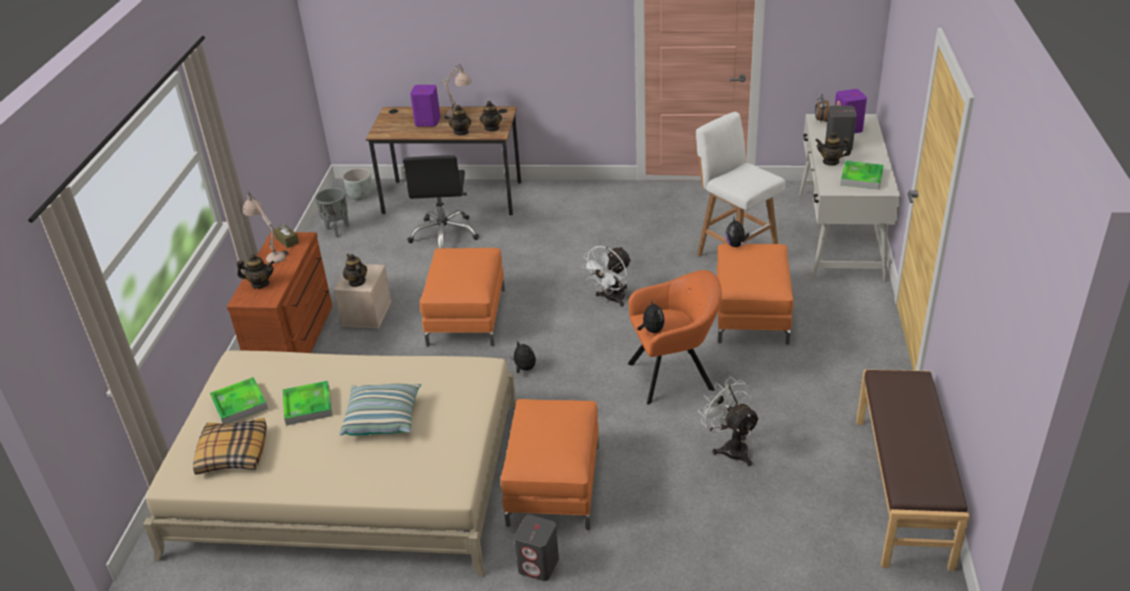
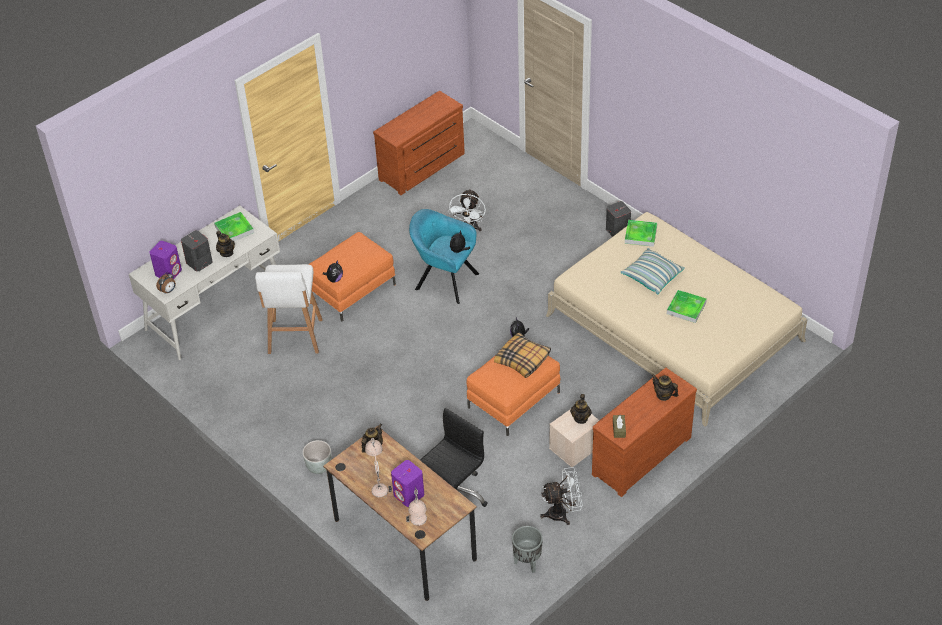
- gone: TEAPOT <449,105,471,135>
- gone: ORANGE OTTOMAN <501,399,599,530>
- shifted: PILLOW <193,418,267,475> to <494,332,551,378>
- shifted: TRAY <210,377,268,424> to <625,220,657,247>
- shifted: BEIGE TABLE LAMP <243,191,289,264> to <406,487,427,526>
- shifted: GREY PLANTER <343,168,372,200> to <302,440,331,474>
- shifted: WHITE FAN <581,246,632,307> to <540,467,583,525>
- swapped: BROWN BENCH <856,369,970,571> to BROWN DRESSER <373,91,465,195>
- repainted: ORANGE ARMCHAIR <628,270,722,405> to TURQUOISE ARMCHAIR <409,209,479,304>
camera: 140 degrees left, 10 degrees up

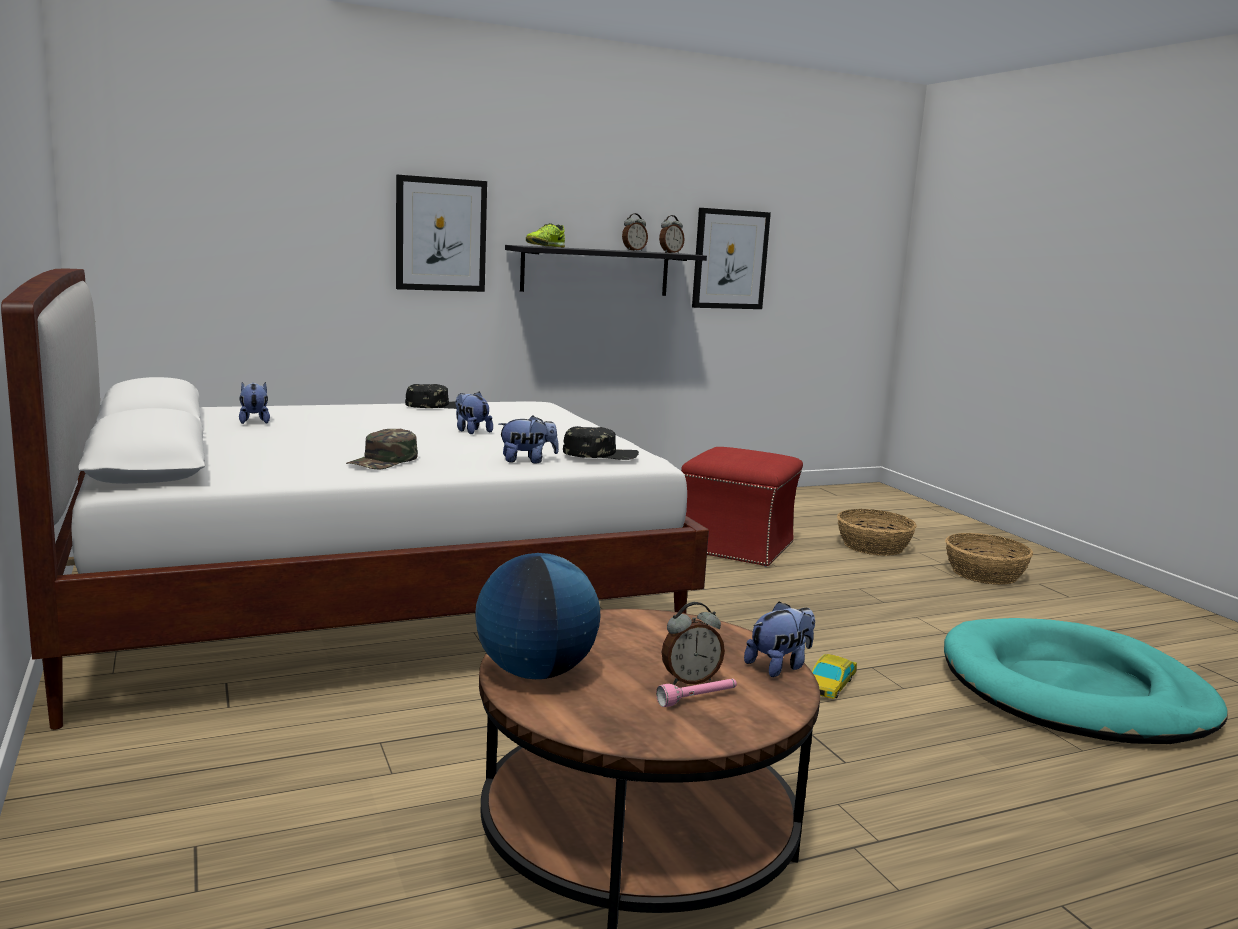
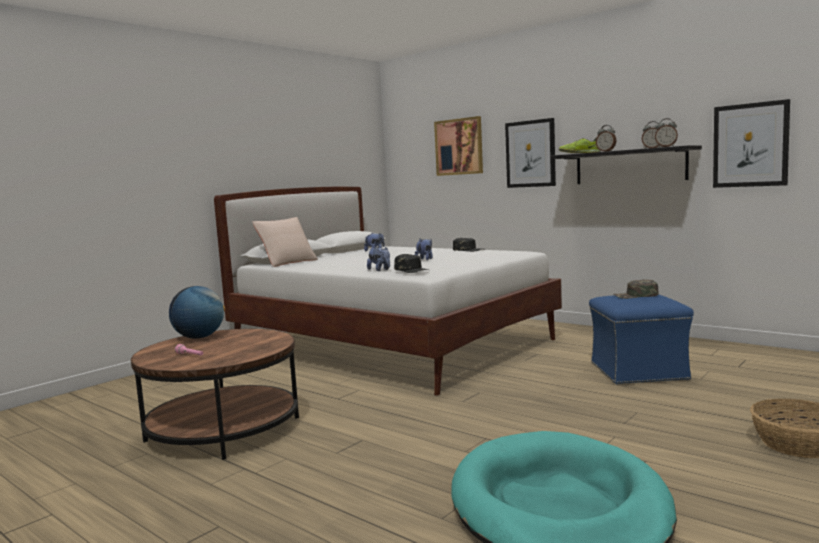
- gone: PLUSH TOY <744,601,815,677>
- gone: TOY CAR <812,654,857,699>
- gone: BASKET <837,509,917,556>
- new: BEIGE PILLOW <252,217,318,267>
- new: PICTURE <434,116,483,176>
- shifted: GREEN CAP <346,429,418,469> to <614,279,659,299>
- shifted: ALARM CLOCK <662,602,725,684> to <596,125,617,152>
- repainted: RED OTTOMAN <681,447,803,567> to BLUE OTTOMAN <589,294,694,385>
camera: 65 degrees right, 5 degrees down

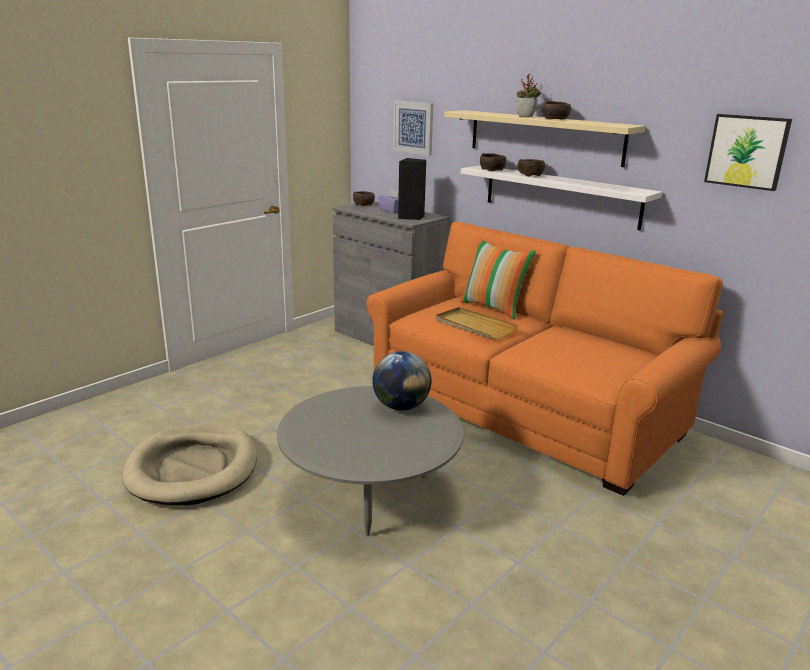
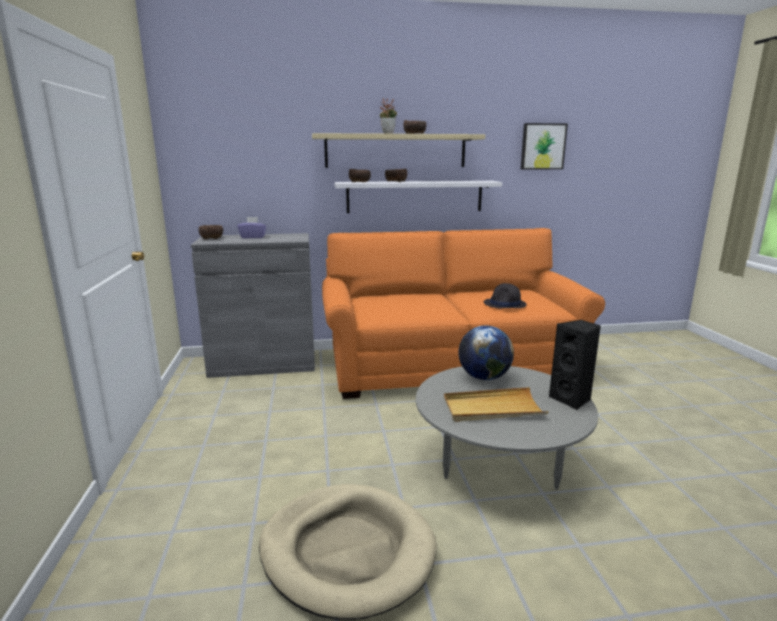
- gone: PICTURE <393,100,433,156>
- gone: PILLOW <460,237,536,320>
- new: BLACK HAT <484,283,527,308>
- shifted: BLACK SPEAKER <398,158,426,220> to <549,320,601,410>
- shifted: BEIGE TRAY <435,307,518,340> to <444,387,549,422>
camera: 50 degrees left, 5 degrees down

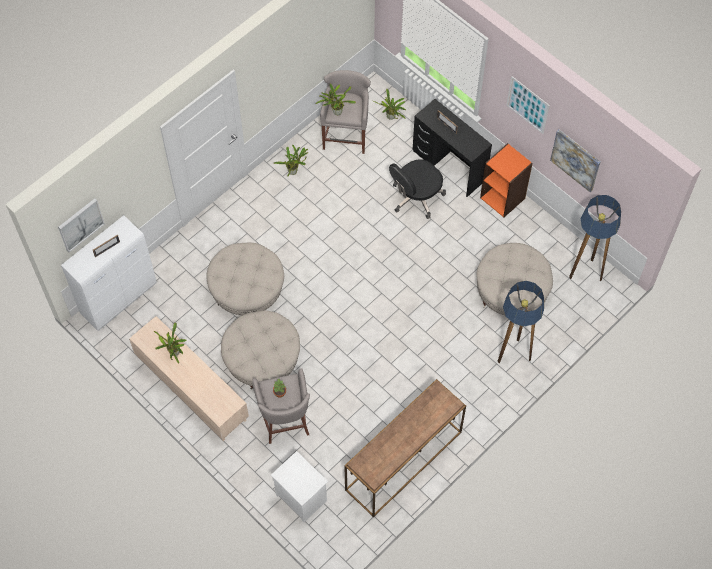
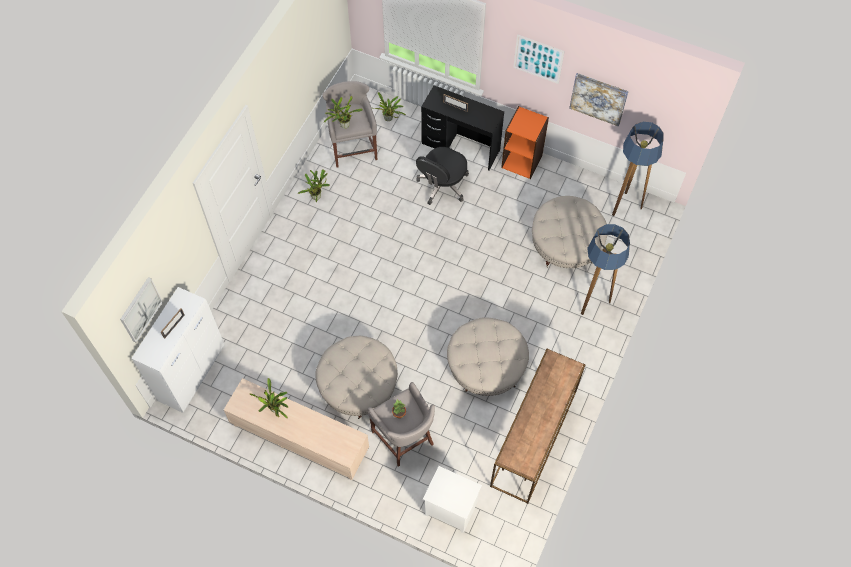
- shifted: BEIGE OTTOMAN <206,243,284,315> to <447,317,529,396>
camera: 20 degrees left, 0 degrees up

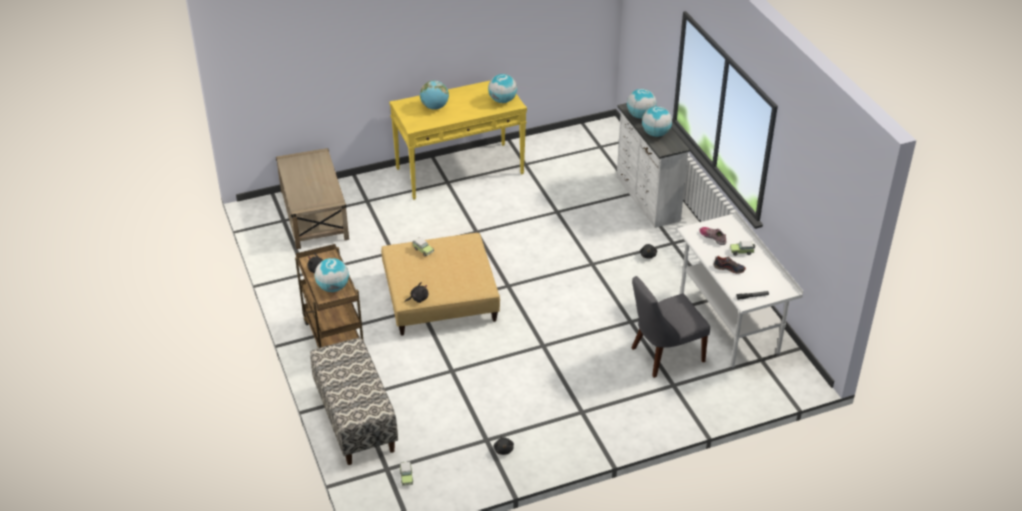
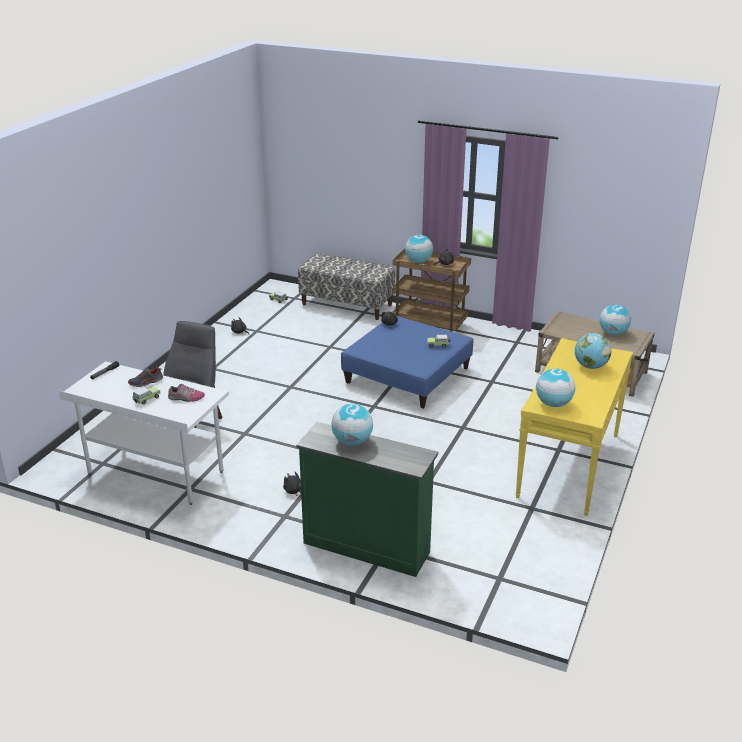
- shifted: GLOBE <627,89,657,119> to <599,304,631,335>
- repainted: BEIGE OTTOMAN <381,233,500,336> to BLUE OTTOMAN <341,316,473,409>
- repainted: WHITE DRESSER <617,103,690,228> to GREEN DRESSER <296,422,438,577>
camera: 135 degrees right, 10 degrees down

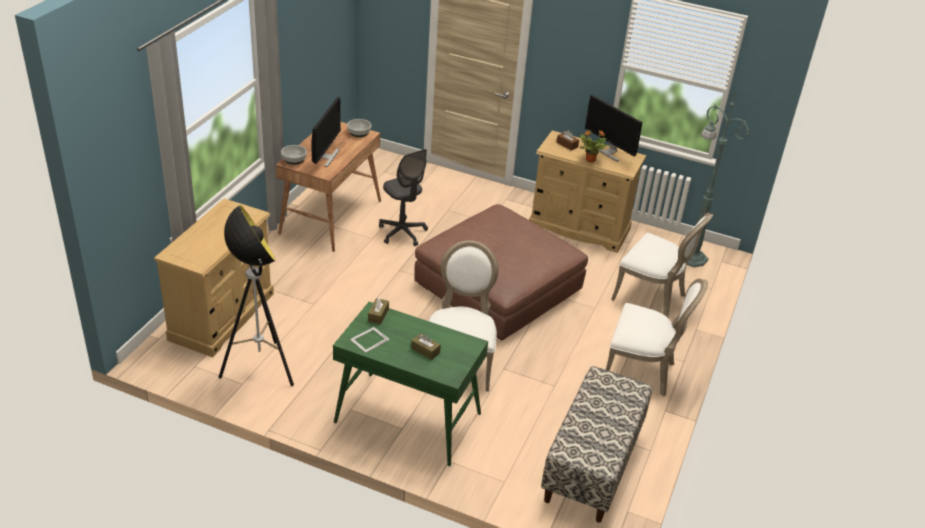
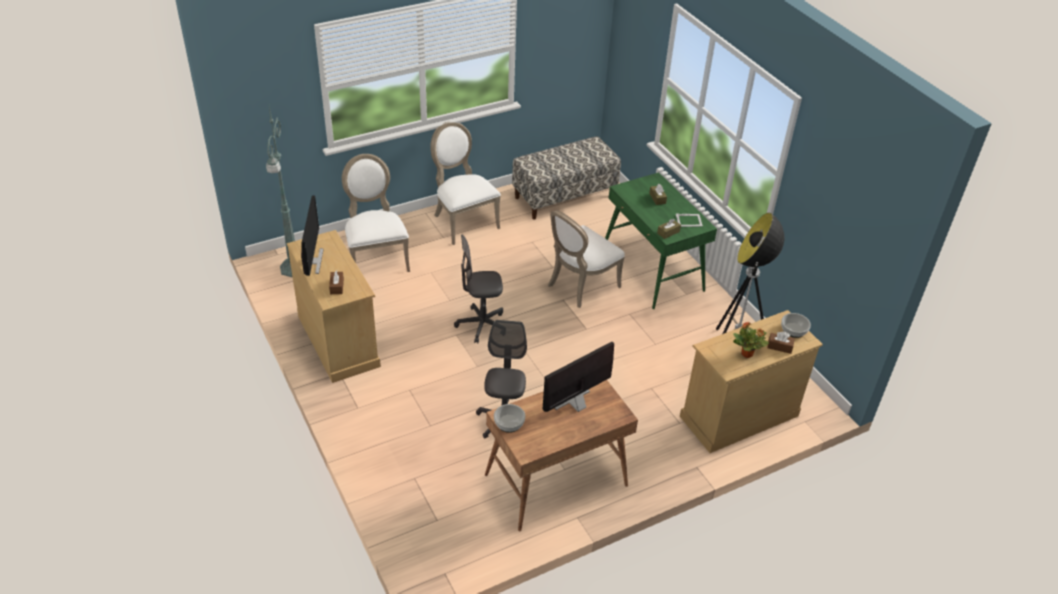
- new: BROWN TISSUE BOX <767,331,795,354>
- shifted: BOWL <281,145,307,164> to <781,313,811,338>
- shifted: POTTED PLANT <580,130,607,162> to <733,322,769,358>
- swapped: BROWN OTTOMAN <415,204,588,340> to GREY OFFICE CHAIR <454,235,503,343>
camera: 140 degrees left, 5 degrees up

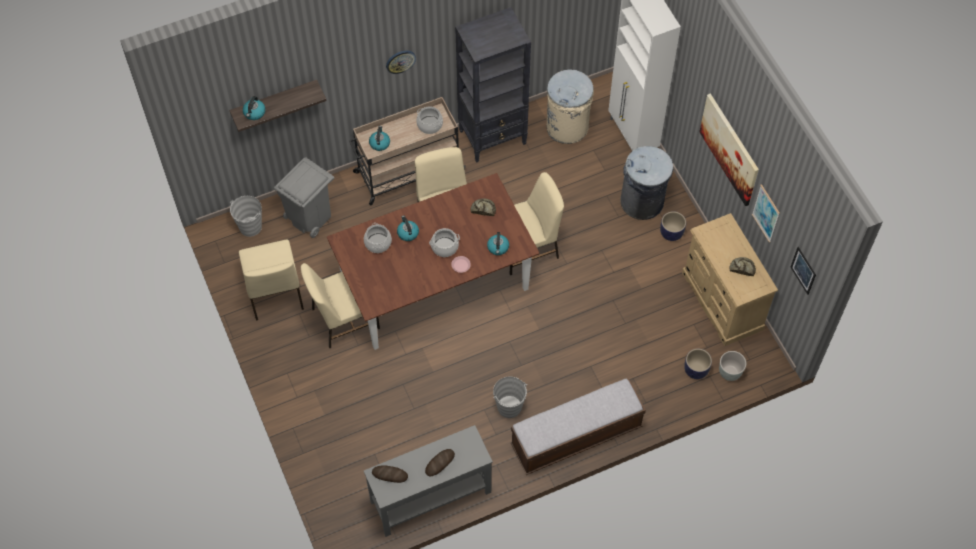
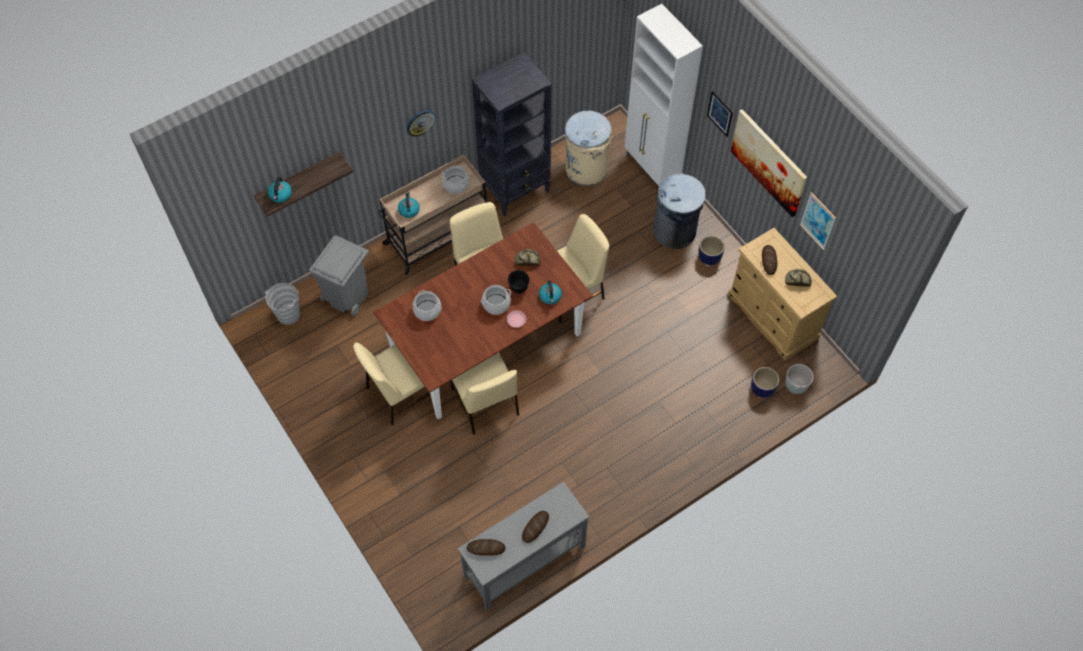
- gone: KETTLE <397,215,419,241>
- gone: GREY BUCKET <493,377,527,418>
- gone: BENCH <511,379,646,475>
- new: BLACK BOWL <508,270,530,293>
- new: BREAD <762,245,777,275>
- shifted: BEIGE CHAIR <239,240,304,321> to <450,352,519,435>
- shifted: PICTURE <791,247,816,295> to <707,91,733,137>
camera: 10 degrees left, 0 degrees up

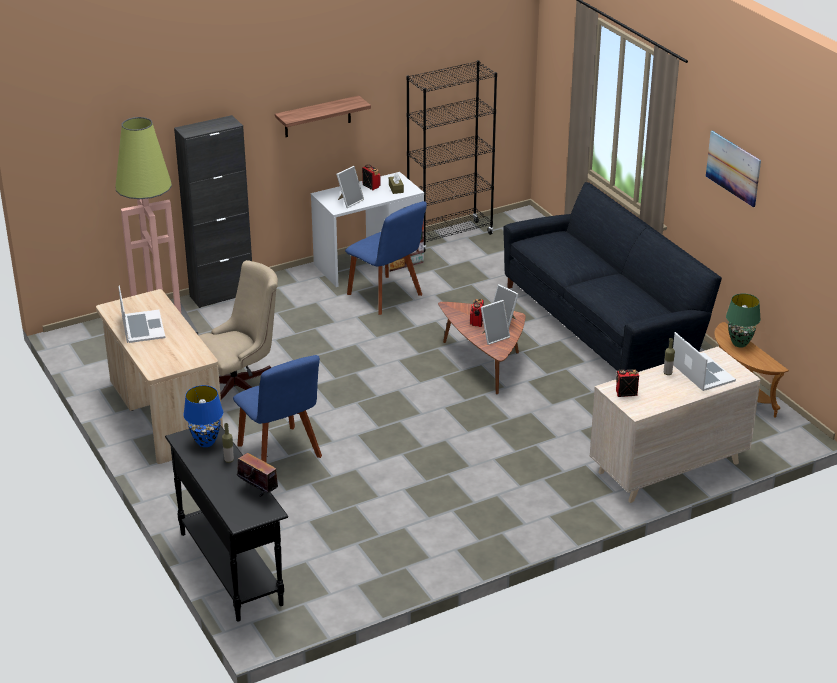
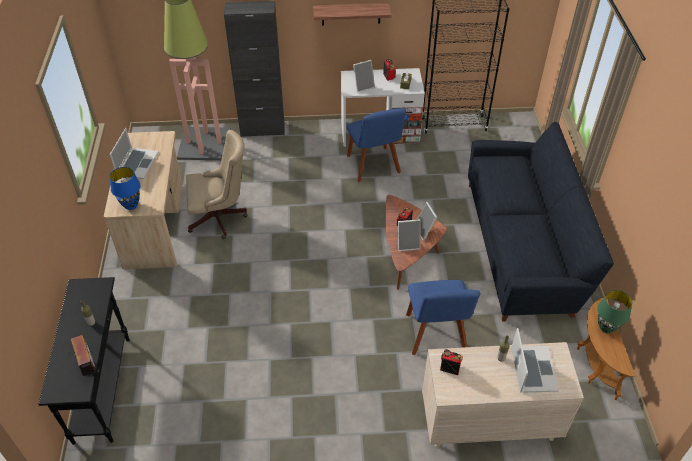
- gone: PICTURE <706,131,761,207>
- shifted: BLUE TABLE LAMP <183,385,223,447> to <110,167,140,210>
- shifted: BLUE CHAIR <233,355,322,462> to <406,280,480,355>
camera: 25 degrees right, 15 degrees up

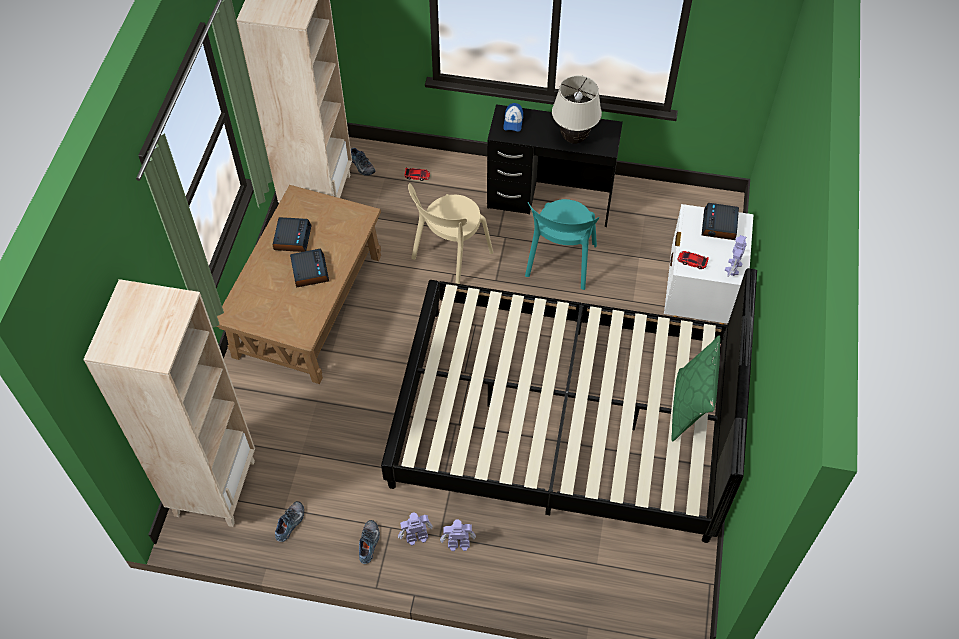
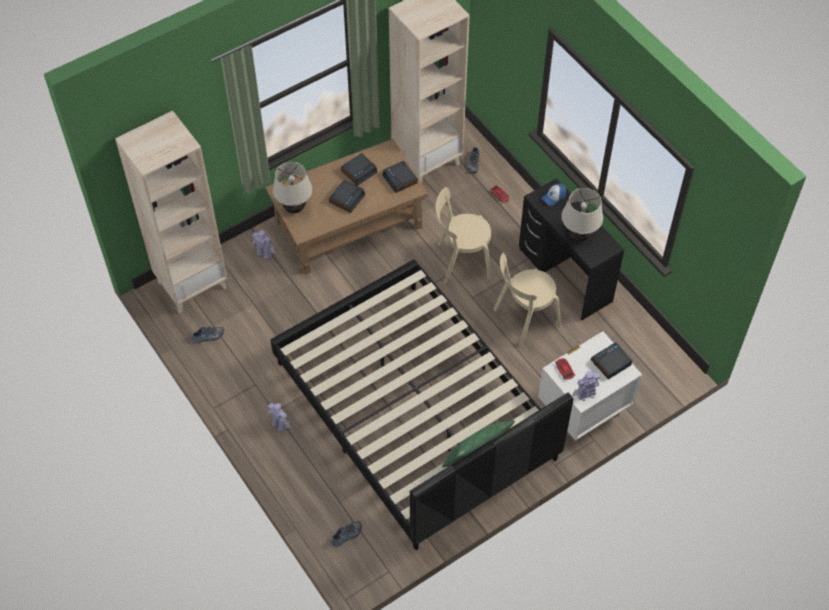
- new: BEIGE TABLE LAMP <272,162,312,214>
- new: ALARM CLOCK <382,161,418,193>
- shifted: SHOE <359,520,380,564> to <331,521,362,547>
- shifted: TOY ROBOT <398,512,433,546> to <252,230,276,259>
- repainted: TURQUOISE CHAIR <525,199,599,290> to BEIGE CHAIR <493,253,561,347>
camera: 45 degrees right, 0 degrees up

